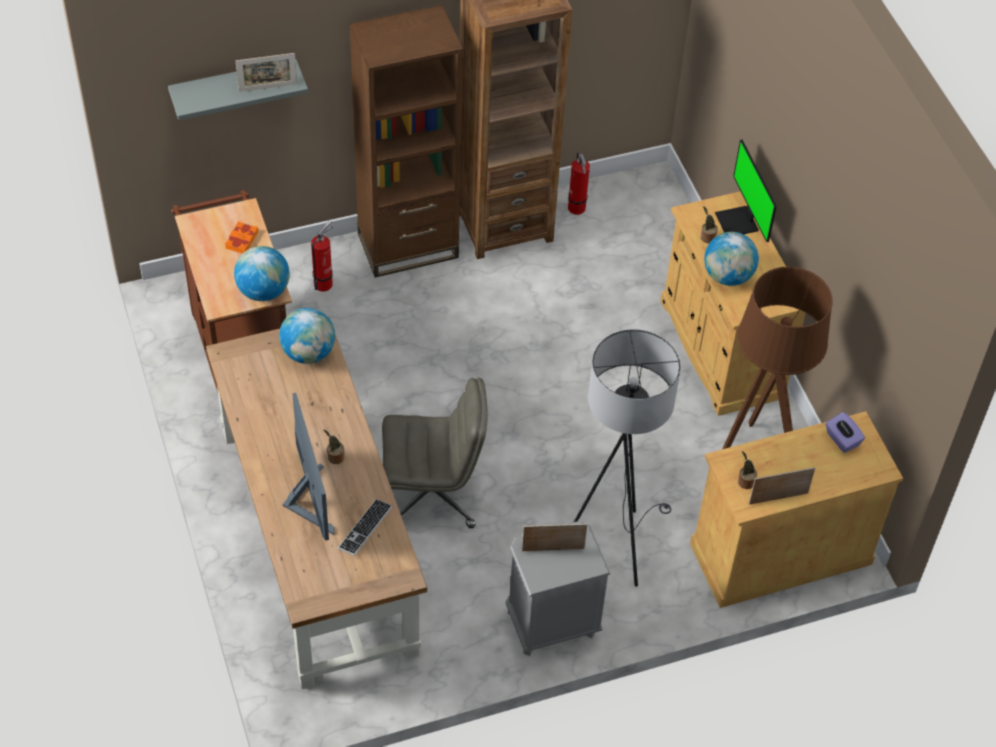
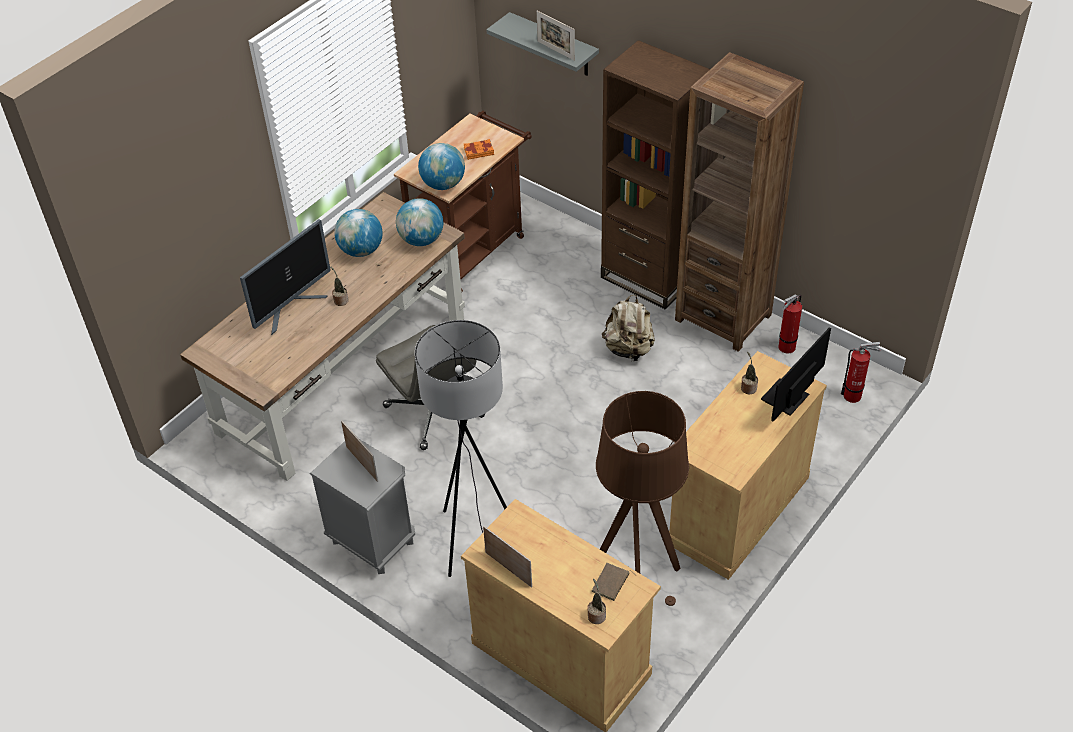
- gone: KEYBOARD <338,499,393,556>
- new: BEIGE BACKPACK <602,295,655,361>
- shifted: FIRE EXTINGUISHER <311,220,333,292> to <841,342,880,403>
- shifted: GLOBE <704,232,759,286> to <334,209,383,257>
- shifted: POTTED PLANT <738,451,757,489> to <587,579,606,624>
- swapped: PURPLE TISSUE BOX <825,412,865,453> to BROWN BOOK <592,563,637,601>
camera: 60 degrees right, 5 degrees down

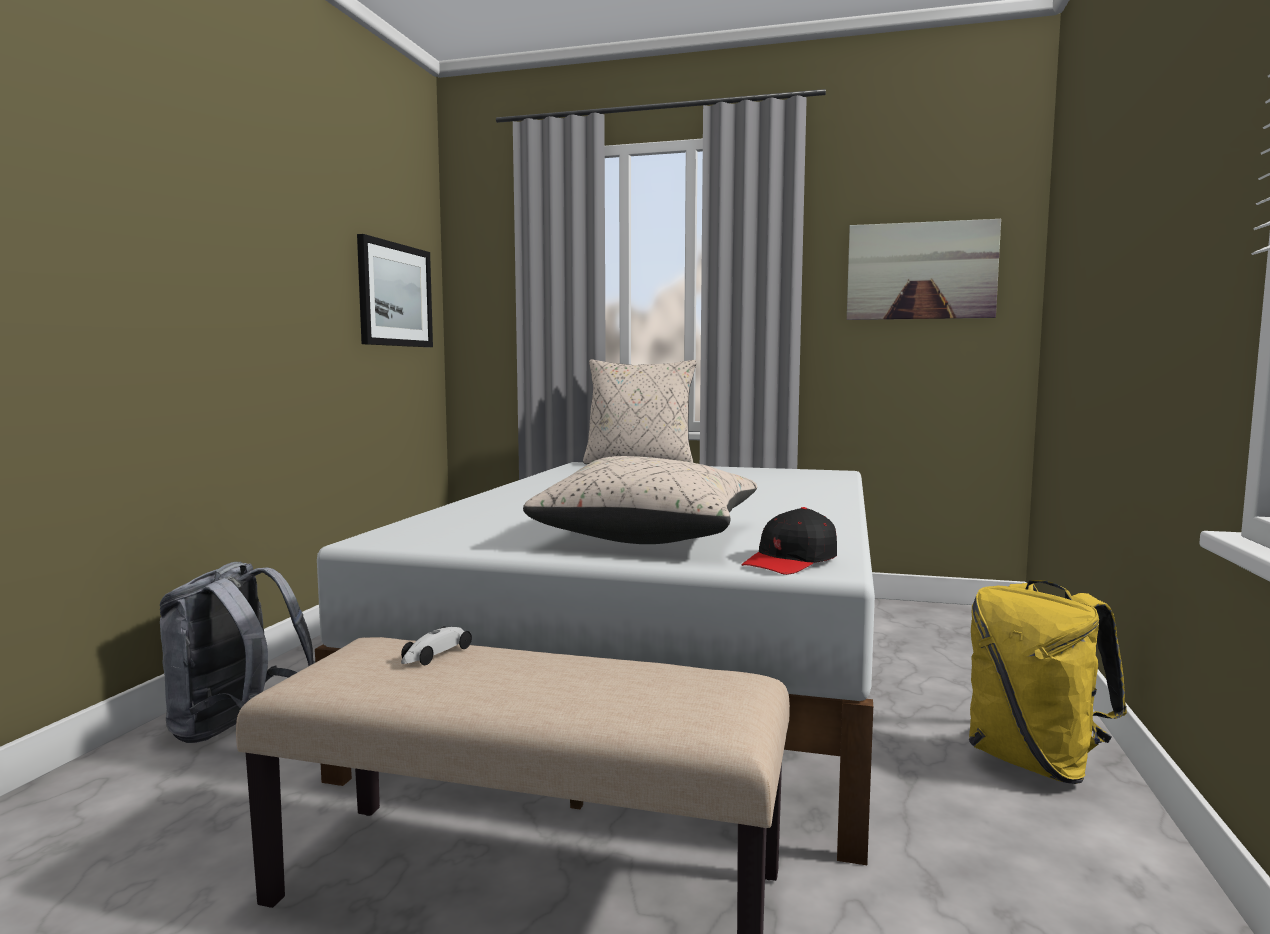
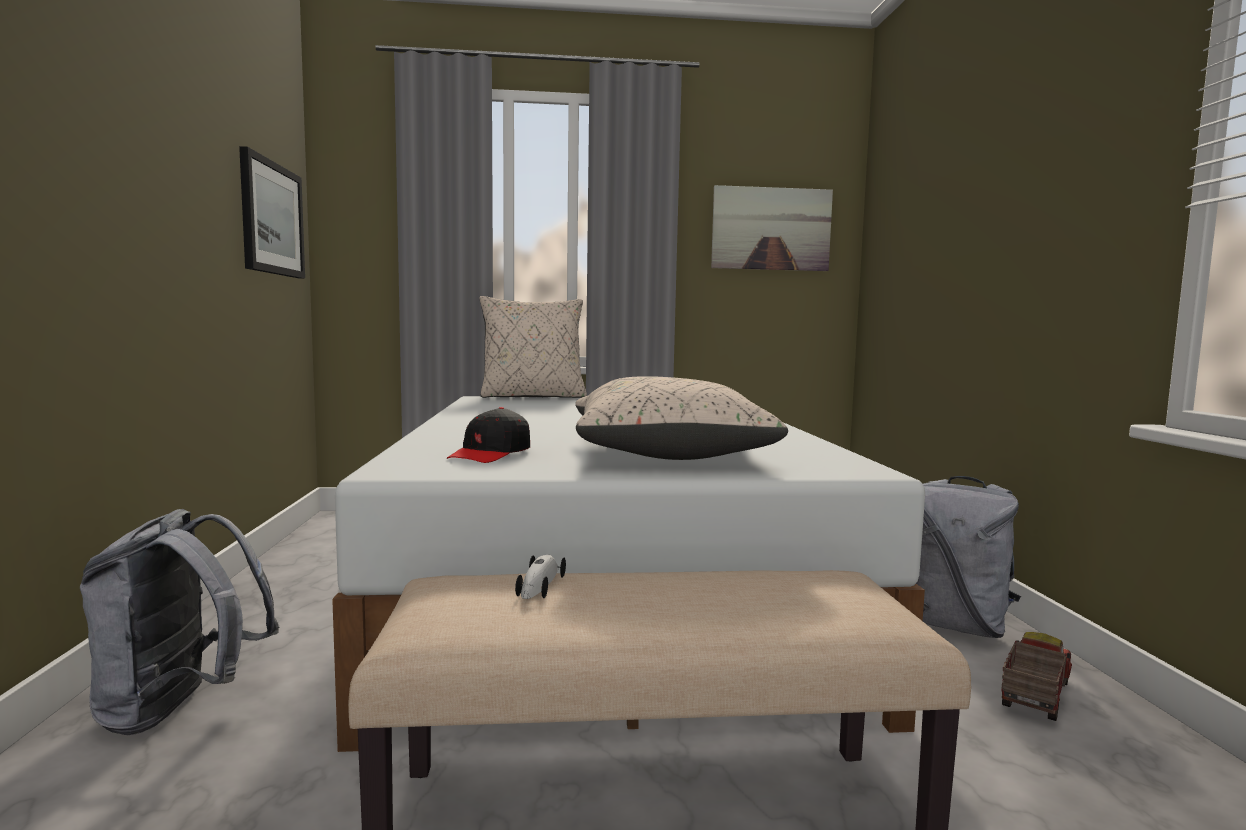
- new: TOY TRUCK <1001,632,1072,721>
- shifted: BLACK CAP <742,507,837,575> to <447,407,530,463>
- repainted: YELLOW BACKPACK <969,580,1127,784> to GREY BACKPACK <916,476,1021,638>
camera: 20 degrees left, 0 degrees up

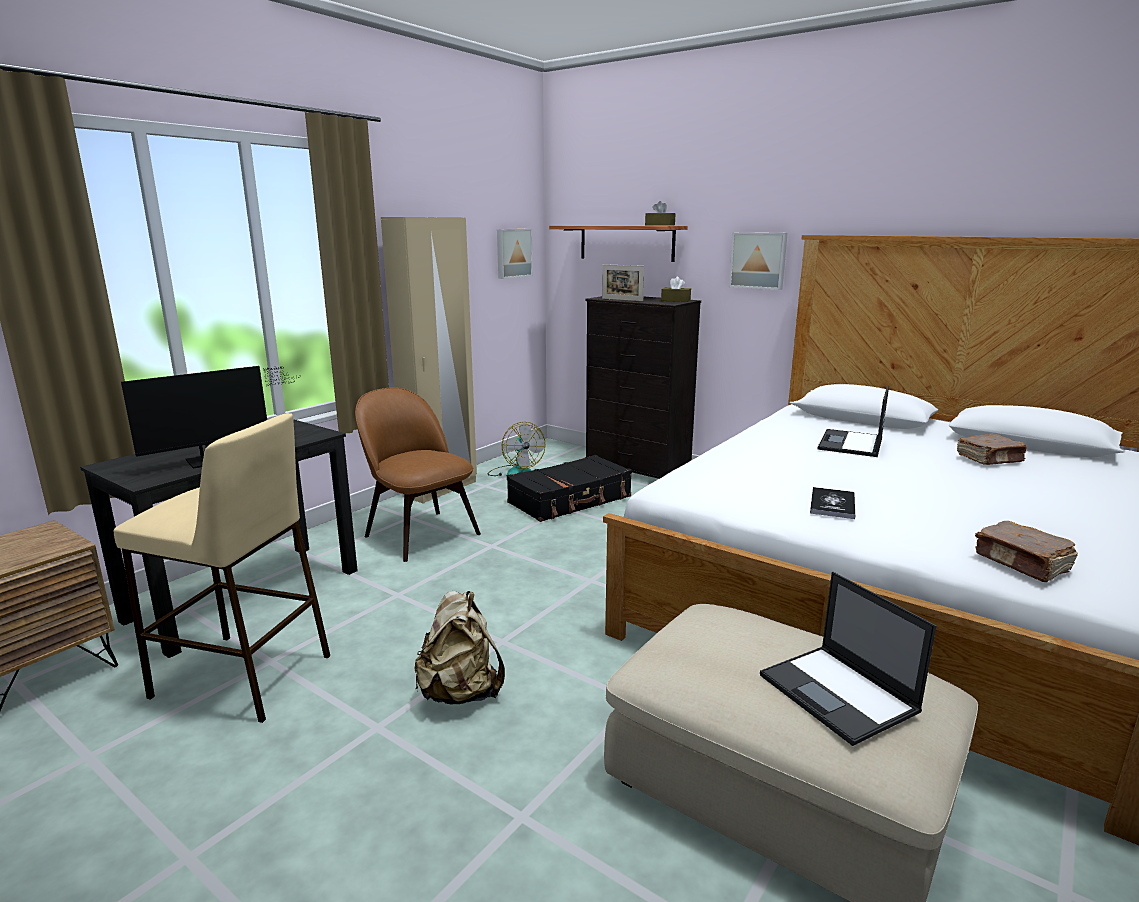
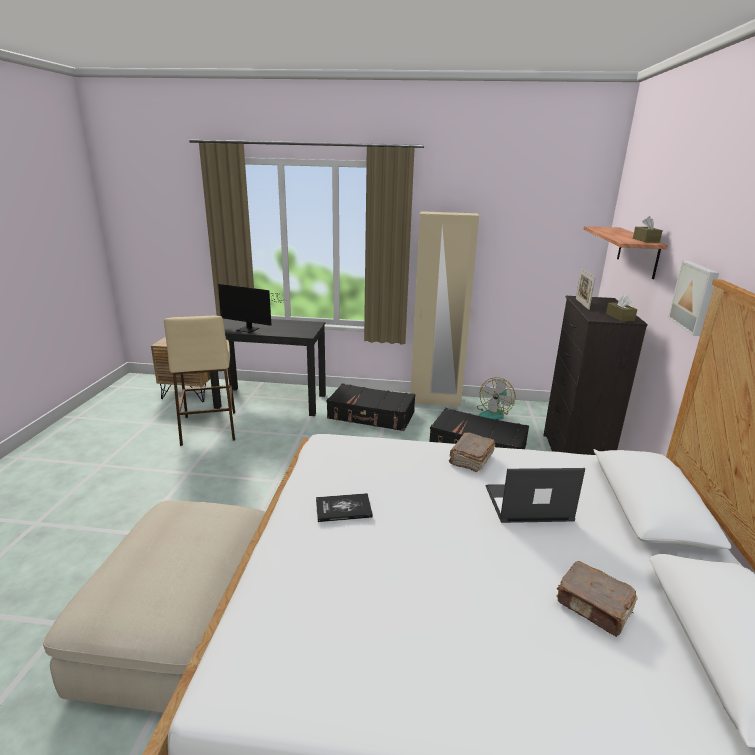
- gone: BEIGE BACKPACK <414,591,505,705>
- gone: PICTURE <497,229,533,279>
- gone: LAPTOP <760,572,937,746>
- shifted: BROWN BOOK <975,521,1078,582> to <449,432,495,472>
- swapped: BROWN CHAIR <355,387,481,562> to BLACK SUITCASE <327,383,415,431>
camera: 60 degrees right, 5 degrees up

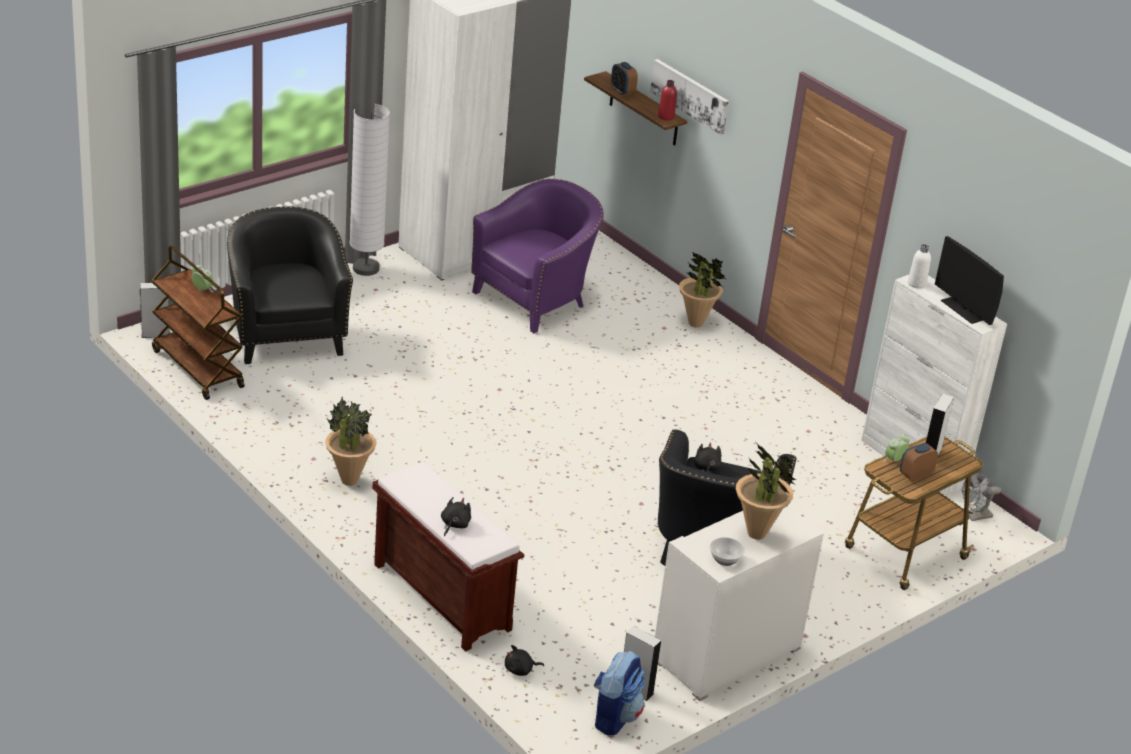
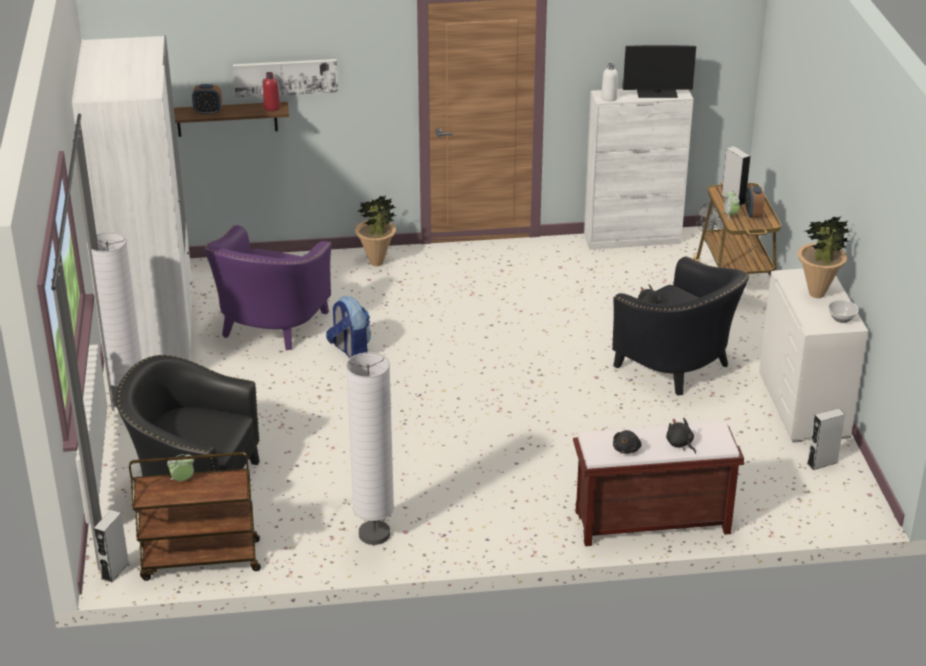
- gone: POTTED PLANT <325,397,377,486>
- new: WHITE FLOOR LAMP <346,352,394,545>
- shifted: BLACK PLUSH TOY <505,645,544,676> to <613,430,641,454>
- shifted: BACKPACK <594,651,645,736> to <326,296,371,358>
- rotated: PURPLE ARMCHAIR <471,178,604,333> = <204,225,331,350> 150 degrees counterclockwise
camera: 55 degrees left, 0 degrees up

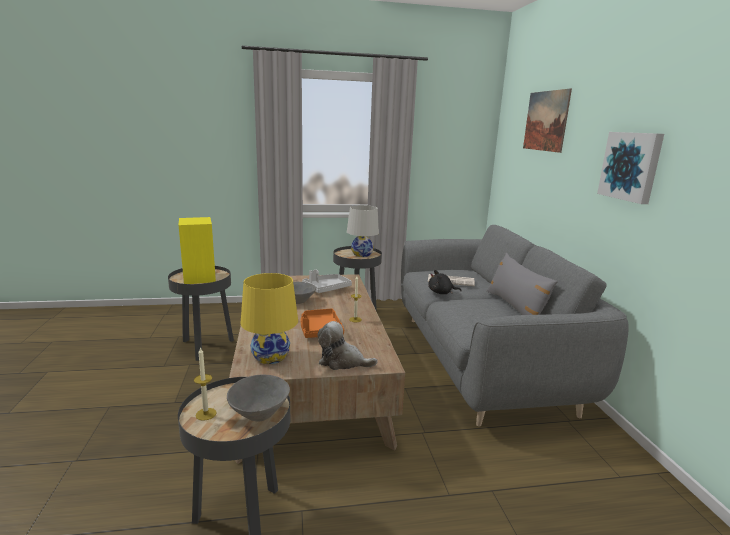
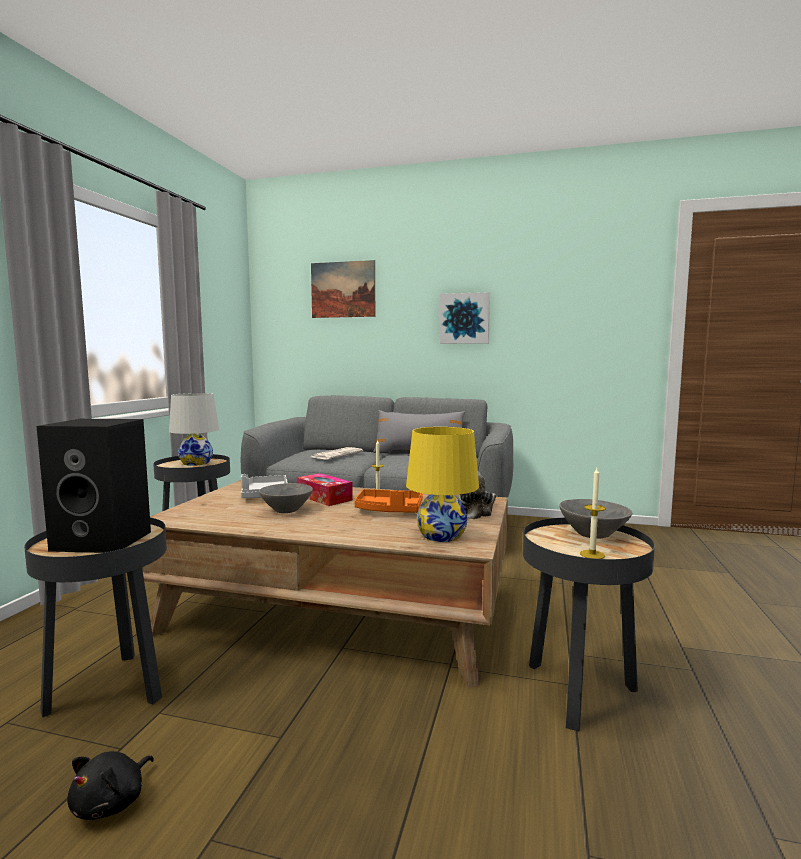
- new: TISSUE BOX <297,473,353,506>
- shifted: BLACK PLUSH TOY <428,270,462,294> to <67,751,154,820>
- repainted: YELLOW SPEAKER <179,217,216,284> to BLACK SPEAKER <36,419,151,553>
camera: 65 degrees left, 10 degrees down

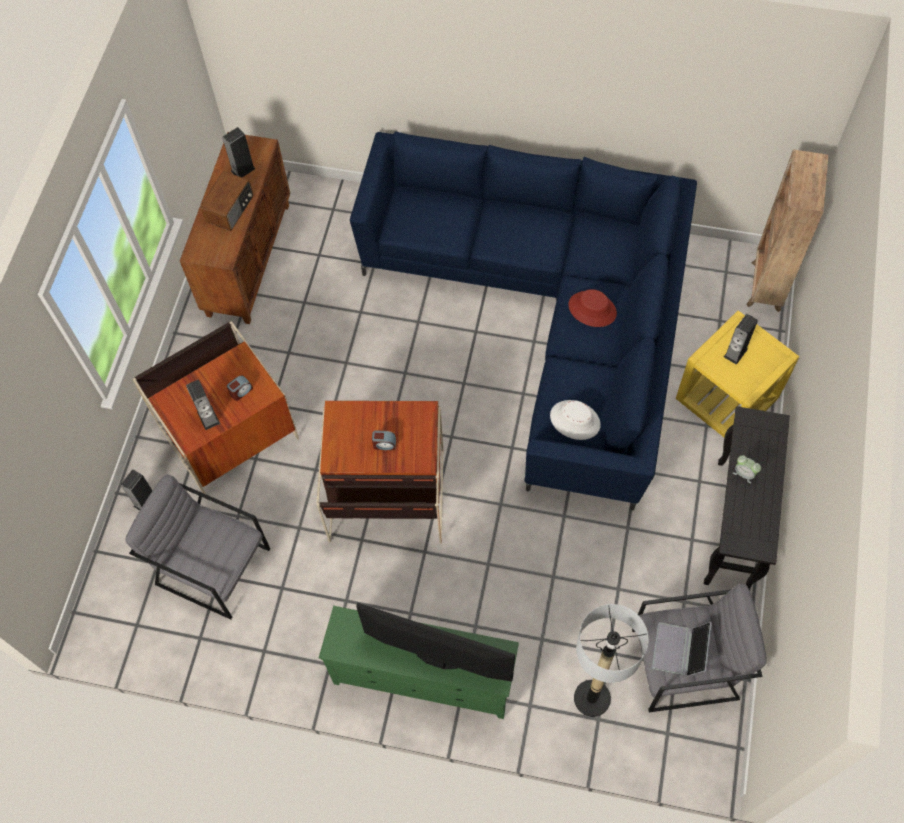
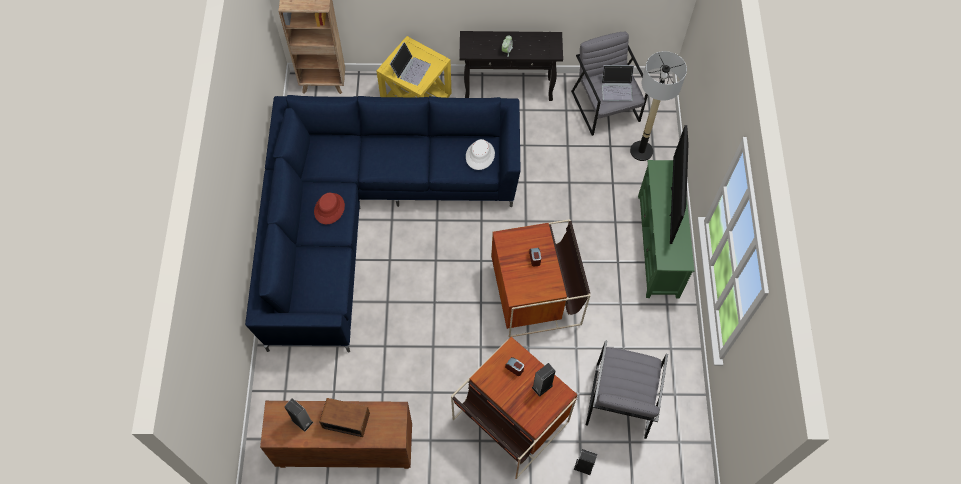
- shifted: RED HAT <568,289,617,327> to <314,193,345,224>
- swapped: SPEAKER <724,314,758,365> to LAPTOP <390,42,431,86>
camera: 105 degrees left, 0 degrees up

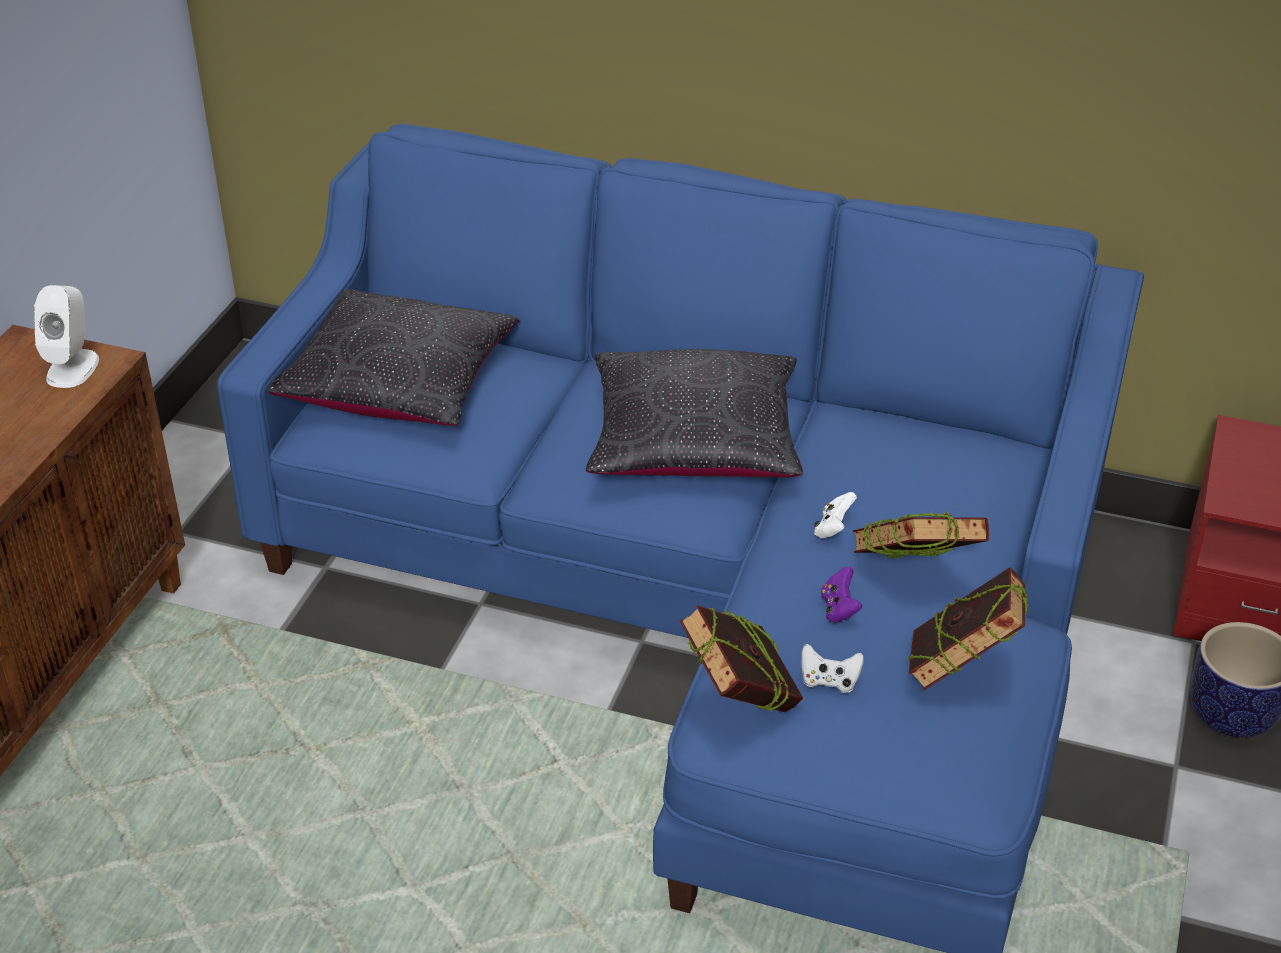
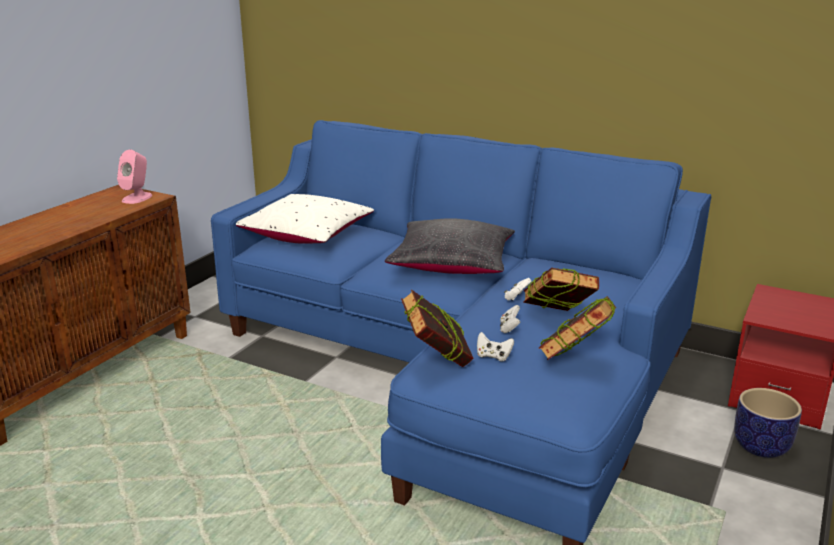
- repainted: WHITE SPEAKER <34,285,99,388> to PINK SPEAKER <117,150,152,204>
- repainted: BLACK PILLOW <268,289,519,426> to WHITE PILLOW <236,194,374,244>
- repainted: PURPLE GAME CONTROLLER <821,567,862,623> to WHITE GAME CONTROLLER <500,305,521,333>
camera: 10 degrees right, 15 degrees down

